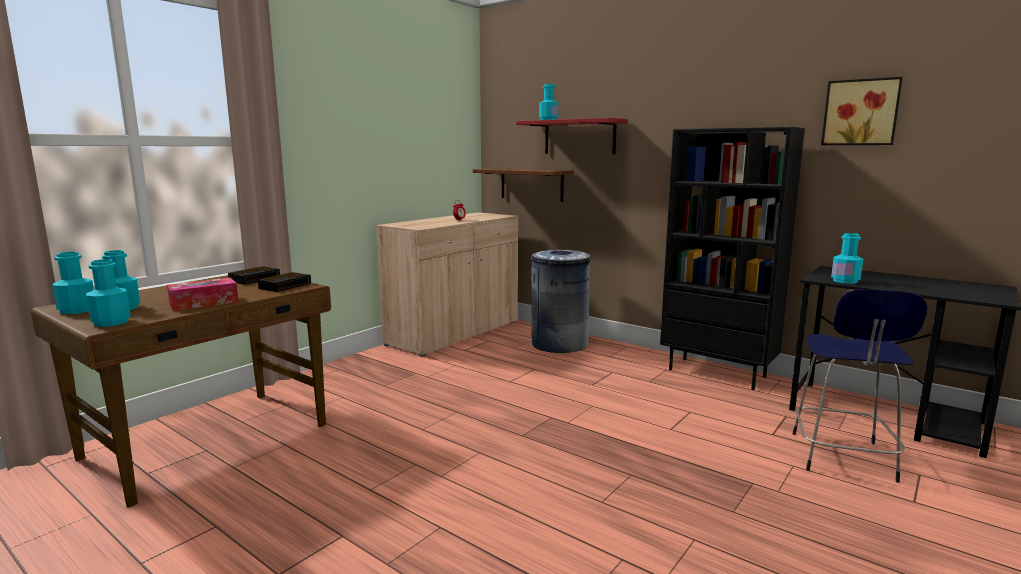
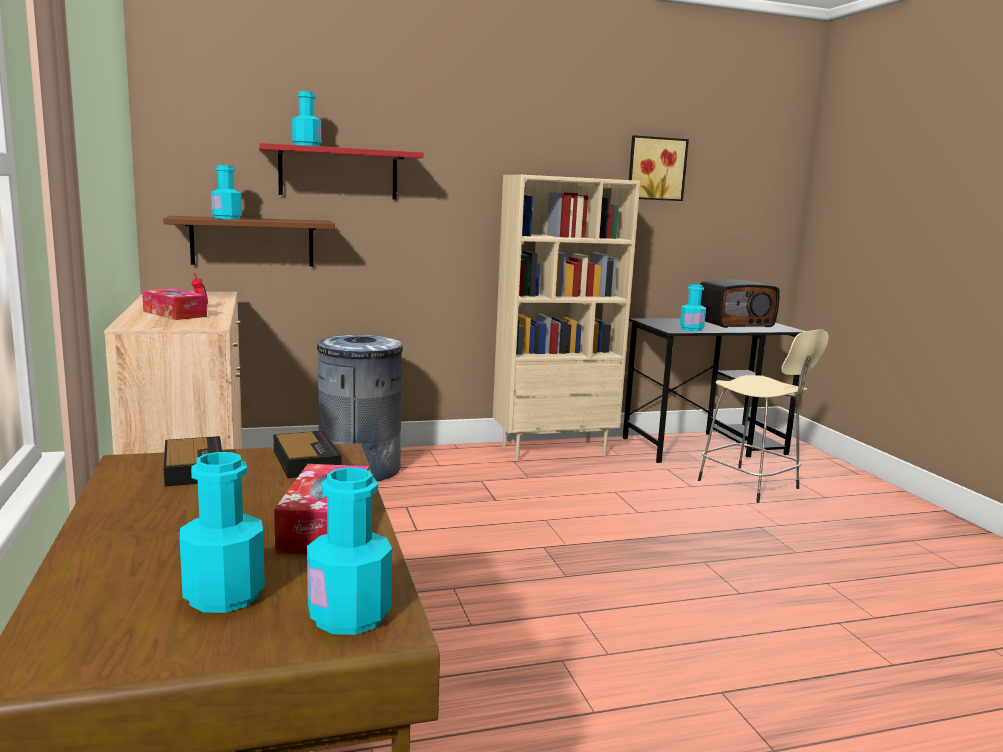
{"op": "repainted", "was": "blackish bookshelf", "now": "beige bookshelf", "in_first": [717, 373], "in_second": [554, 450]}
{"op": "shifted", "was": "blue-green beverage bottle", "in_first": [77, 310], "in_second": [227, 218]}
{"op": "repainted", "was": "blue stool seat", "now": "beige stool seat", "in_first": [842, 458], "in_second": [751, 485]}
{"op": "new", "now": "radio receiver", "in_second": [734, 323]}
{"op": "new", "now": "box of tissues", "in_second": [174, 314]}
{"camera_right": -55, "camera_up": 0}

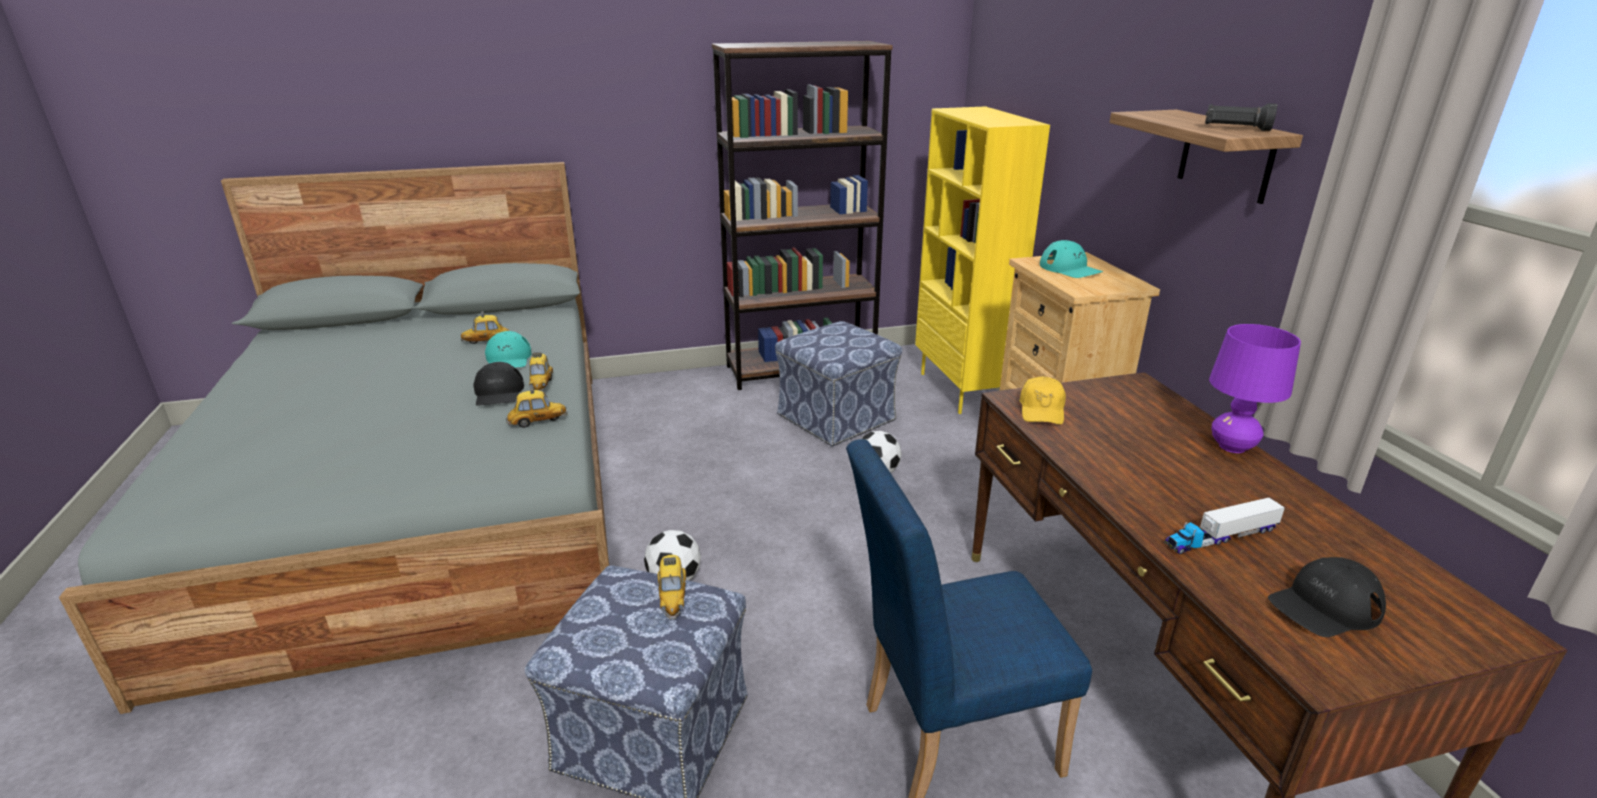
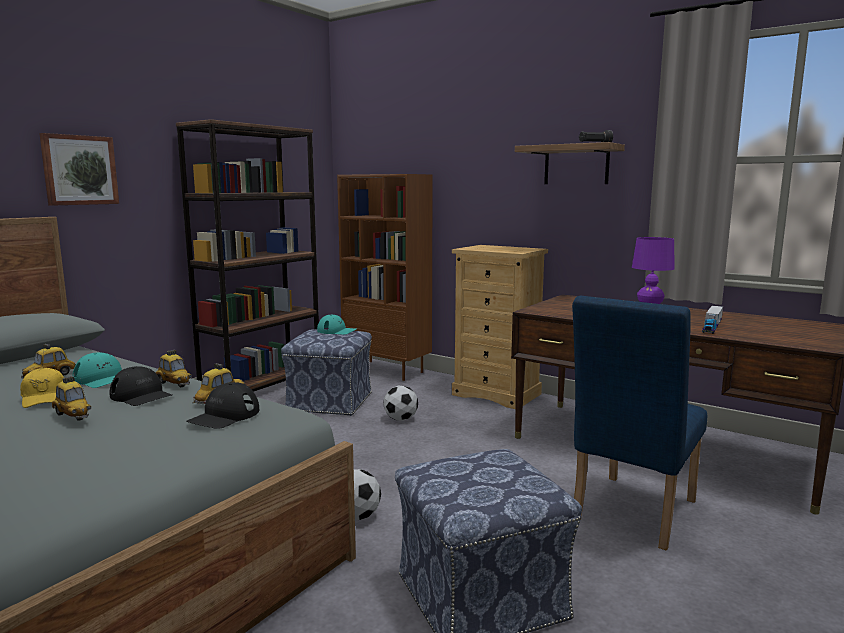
{"op": "repainted", "was": "yellowish bookshelf", "now": "brown-coloured bookshelf", "in_first": [961, 390], "in_second": [387, 370]}
{"op": "shifted", "was": "blue-green baseball cap", "in_first": [1070, 269], "in_second": [337, 331]}
{"op": "shifted", "was": "yellowish baseball cap", "in_first": [1042, 410], "in_second": [45, 398]}
{"op": "shifted", "was": "miniature car", "in_first": [673, 598], "in_second": [73, 416]}
{"op": "shifted", "was": "blackish baseball cap", "in_first": [1324, 606], "in_second": [224, 416]}
{"op": "new", "now": "picture", "in_second": [79, 170]}
{"camera_right": -40, "camera_up": -15}

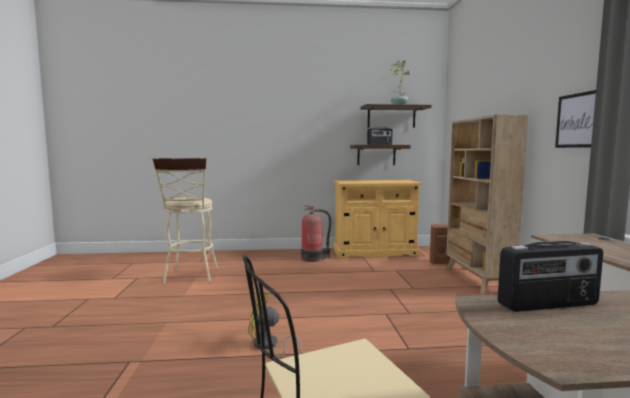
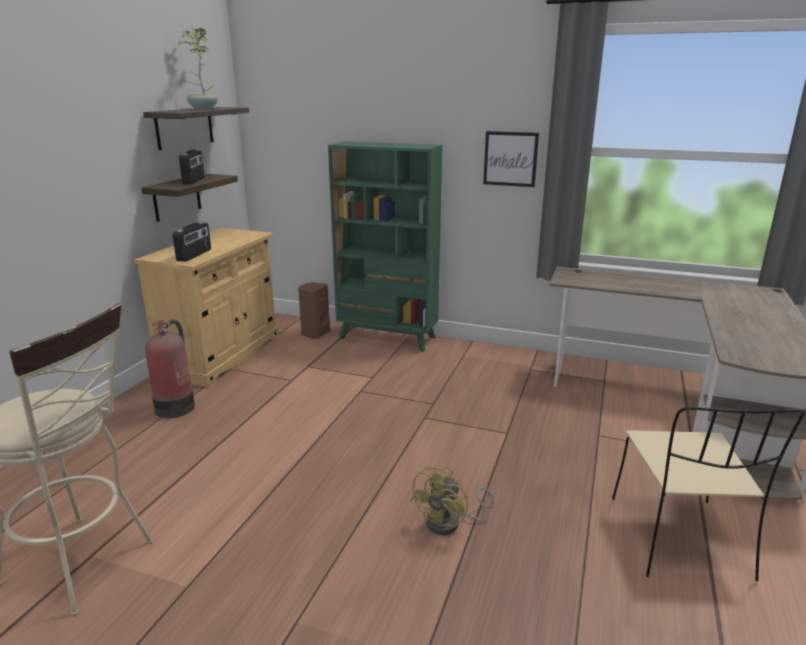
{"op": "repainted", "was": "beige bookshelf", "now": "greenish bookshelf", "in_first": [477, 280], "in_second": [387, 338]}
{"op": "shifted", "was": "radio receiver", "in_first": [548, 305], "in_second": [195, 255]}
{"camera_right": -65, "camera_up": 15}

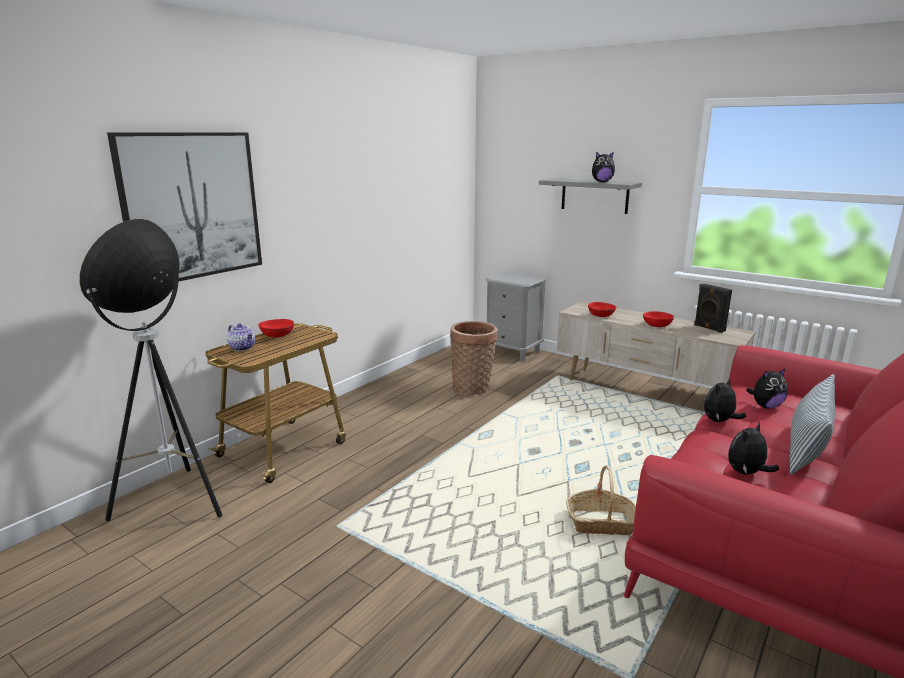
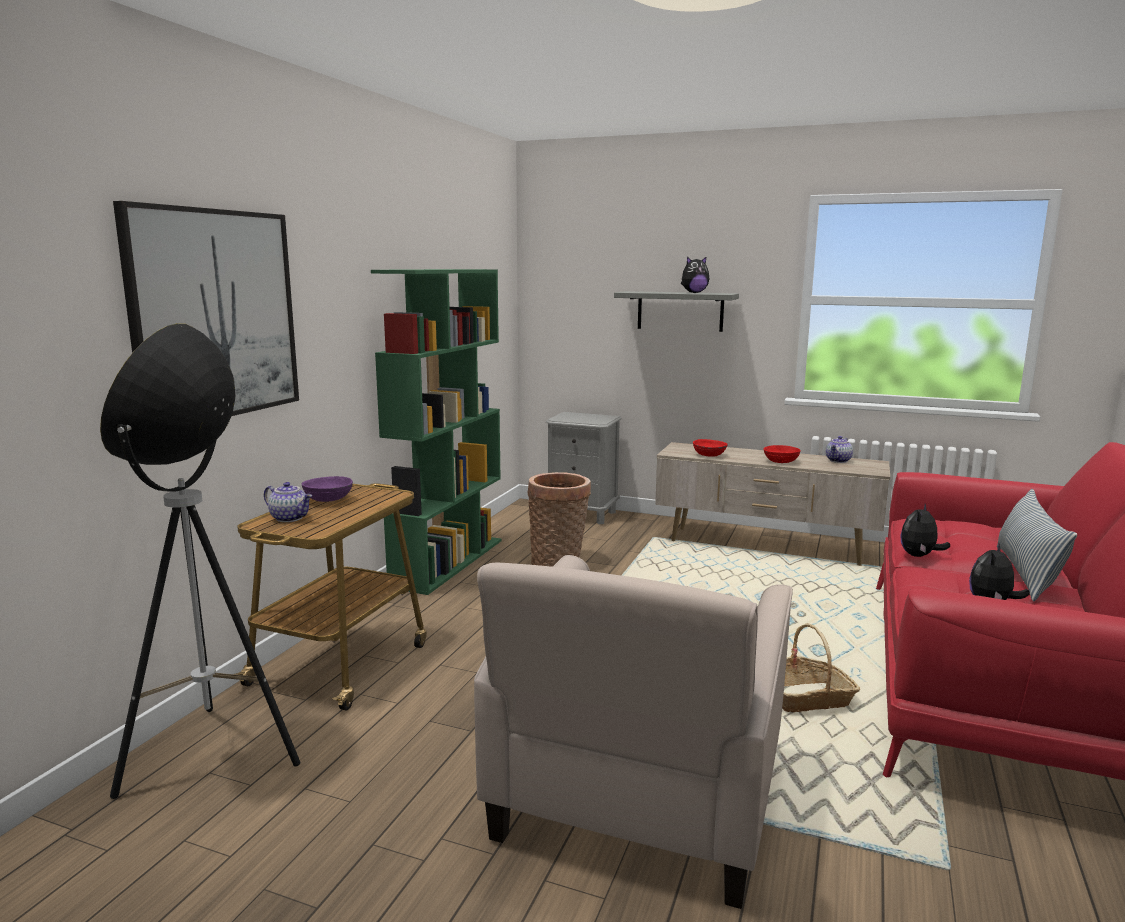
{"op": "swapped", "was": "blackish speaker", "now": "pot for tea", "in_first": [709, 328], "in_second": [838, 461]}
{"op": "repainted", "was": "red-coloured serving bowl", "now": "purple-coloured serving bowl", "in_first": [277, 335], "in_second": [328, 499]}
{"op": "gone", "was": "soft toy", "in_first": [765, 406]}
{"op": "new", "now": "greenish bookshelf", "in_second": [448, 562]}
{"op": "new", "now": "beige easy chair", "in_second": [638, 799]}
{"camera_right": -15, "camera_up": -5}

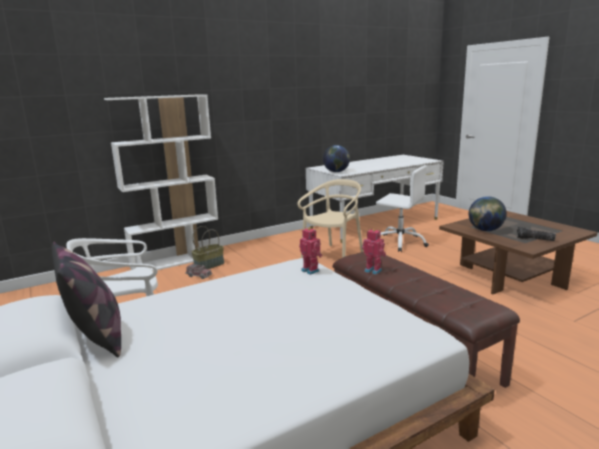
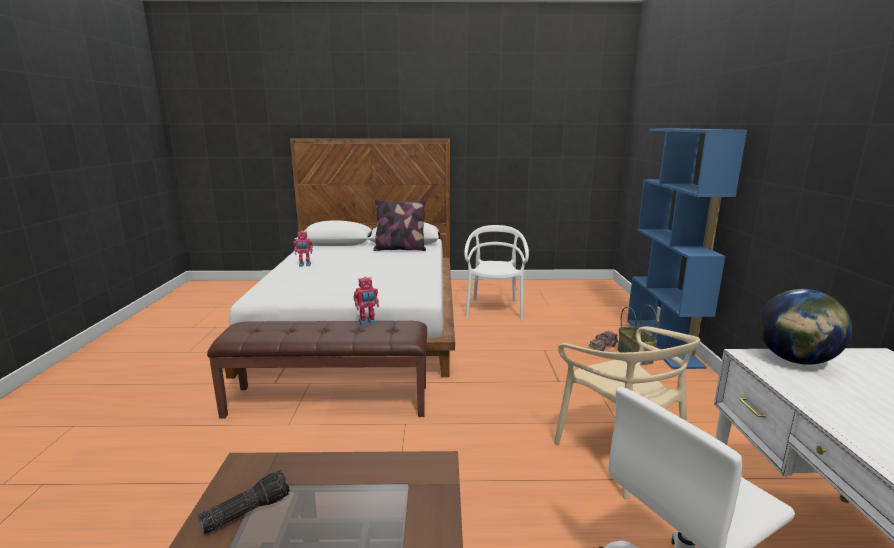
{"op": "repainted", "was": "whitish bookshelf", "now": "blue bookshelf", "in_first": [177, 261], "in_second": [663, 342]}
{"op": "gone", "was": "world globe", "in_first": [485, 230]}
{"op": "shifted", "was": "robot figure", "in_first": [311, 270], "in_second": [304, 265]}
{"camera_right": 120, "camera_up": 0}

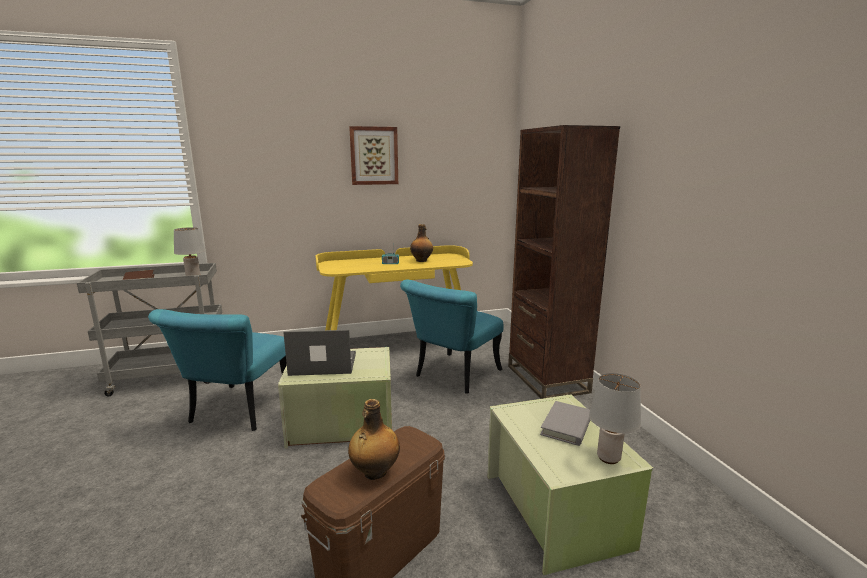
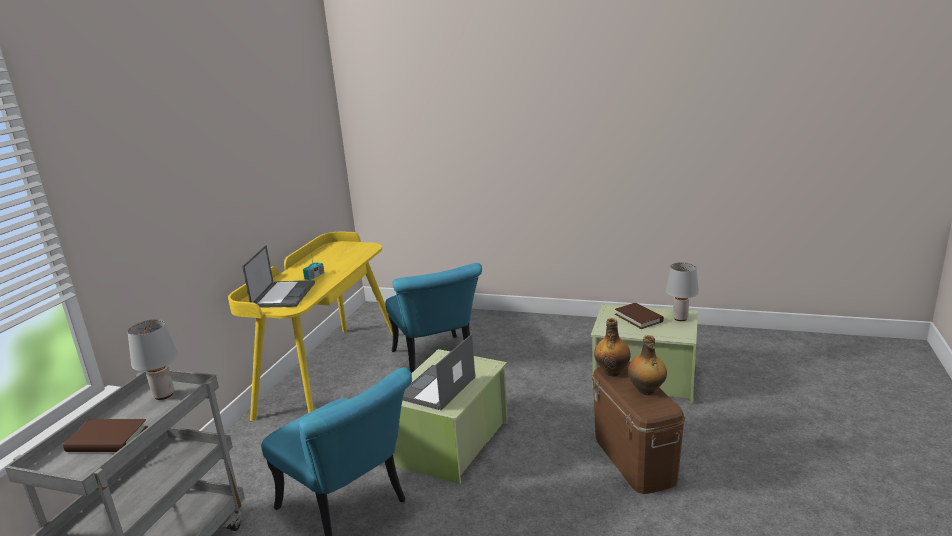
{"op": "gone", "was": "brown-coloured bookshelf", "in_first": [547, 379]}
{"op": "gone", "was": "picture", "in_first": [374, 156]}
{"op": "shifted", "was": "beverage bottle", "in_first": [422, 260], "in_second": [612, 372]}
{"op": "repainted", "was": "greyish book", "now": "brown-coloured book", "in_first": [566, 426], "in_second": [638, 318]}
{"op": "new", "now": "portable computer", "in_second": [283, 294]}
{"camera_right": -55, "camera_up": 5}

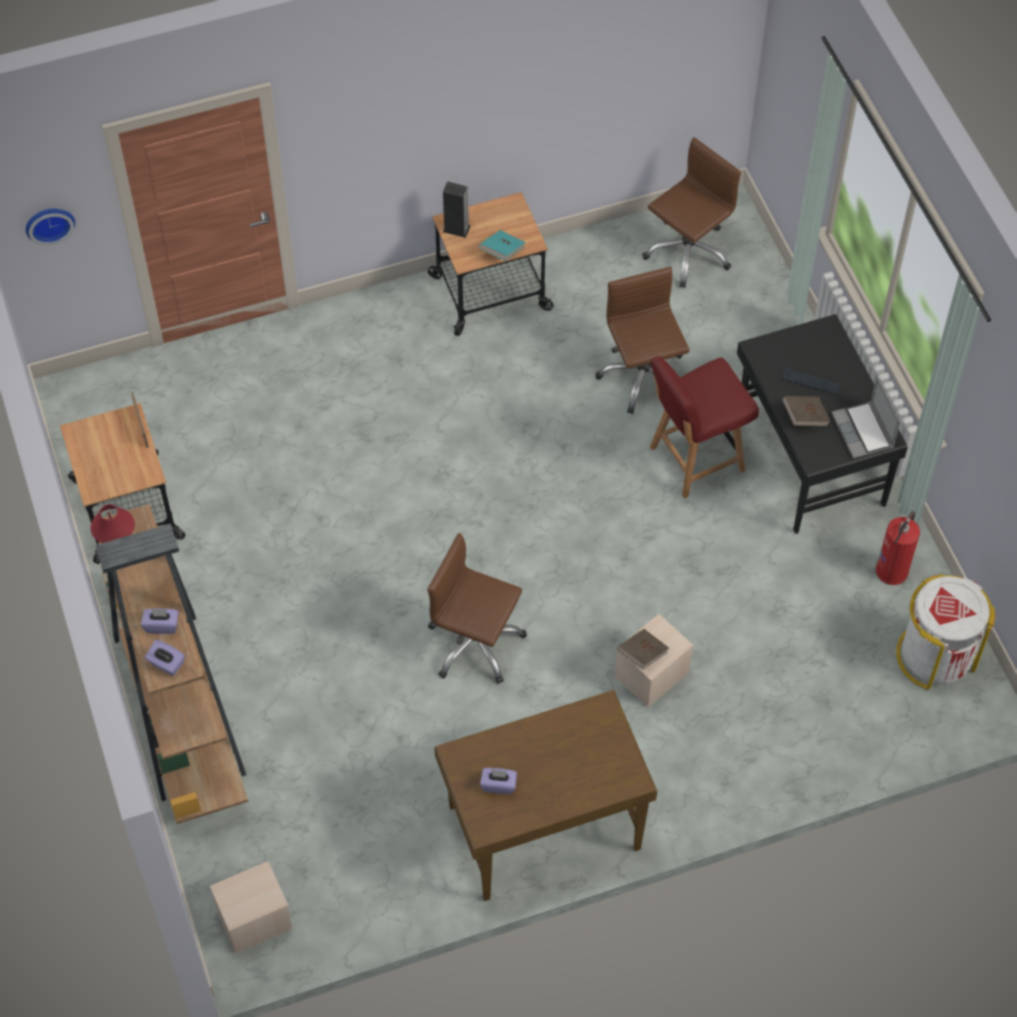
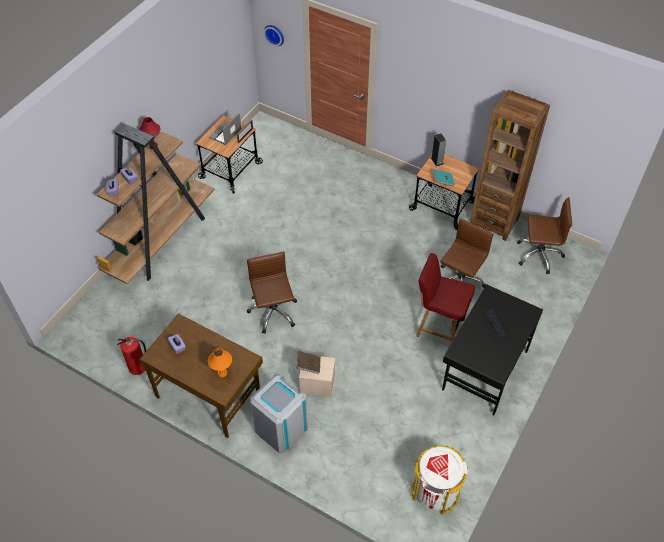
{"op": "shifted", "was": "portable computer", "in_first": [863, 431], "in_second": [225, 134]}
{"op": "gone", "was": "brown-coloured book", "in_first": [804, 417]}
{"op": "shifted", "was": "extinguisher", "in_first": [892, 570], "in_second": [138, 367]}
{"op": "gone", "was": "beige storage bin", "in_first": [254, 920]}
{"op": "new", "now": "brown-coloured bookshelf", "in_second": [494, 222]}
{"op": "new", "now": "orange-coloured table lamp", "in_second": [222, 373]}
{"op": "new", "now": "greyish trash can", "in_second": [281, 428]}
{"camera_right": 50, "camera_up": -5}

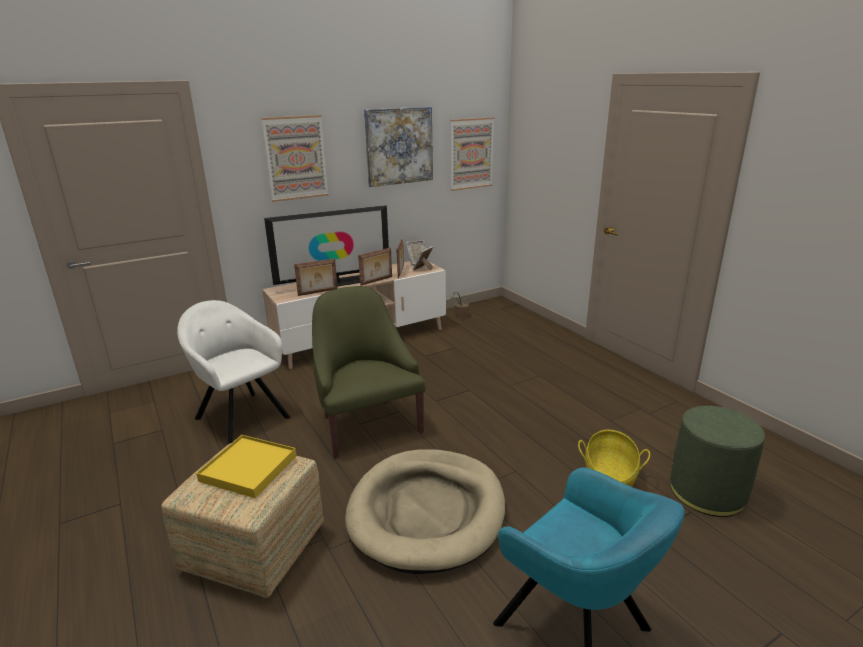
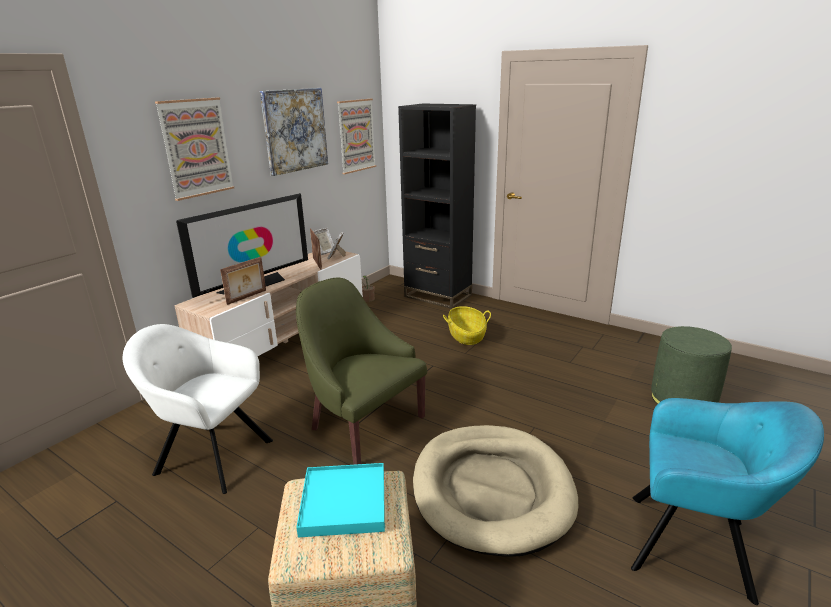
{"op": "gone", "was": "picture frame", "in_first": [377, 281]}
{"op": "shifted", "was": "household basket", "in_first": [609, 476], "in_second": [466, 336]}
{"op": "repainted", "was": "yellowish serving tray", "now": "blue-green serving tray", "in_first": [248, 468], "in_second": [343, 502]}
{"op": "new", "now": "blackish bookshelf", "in_second": [438, 296]}
{"camera_right": -25, "camera_up": 0}

